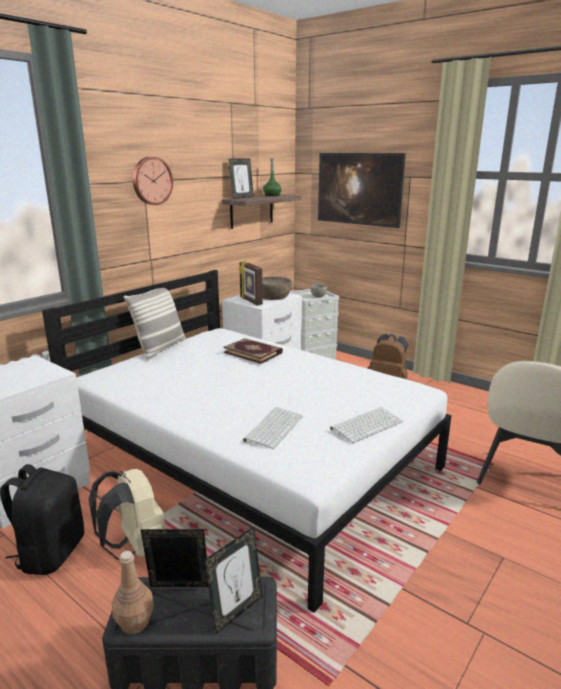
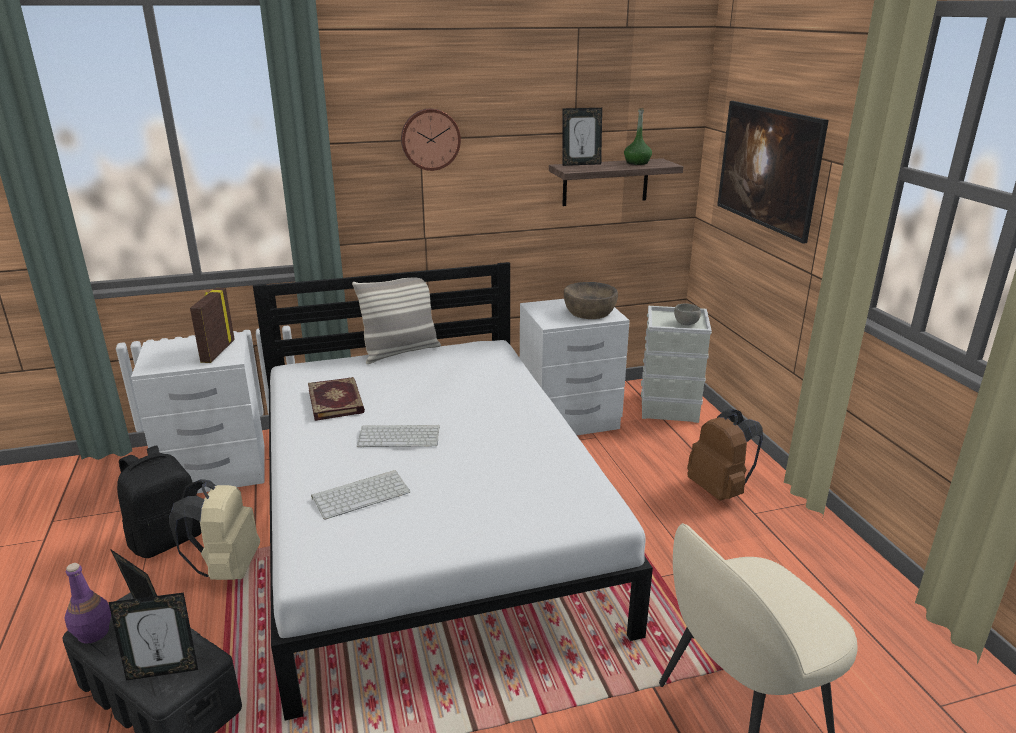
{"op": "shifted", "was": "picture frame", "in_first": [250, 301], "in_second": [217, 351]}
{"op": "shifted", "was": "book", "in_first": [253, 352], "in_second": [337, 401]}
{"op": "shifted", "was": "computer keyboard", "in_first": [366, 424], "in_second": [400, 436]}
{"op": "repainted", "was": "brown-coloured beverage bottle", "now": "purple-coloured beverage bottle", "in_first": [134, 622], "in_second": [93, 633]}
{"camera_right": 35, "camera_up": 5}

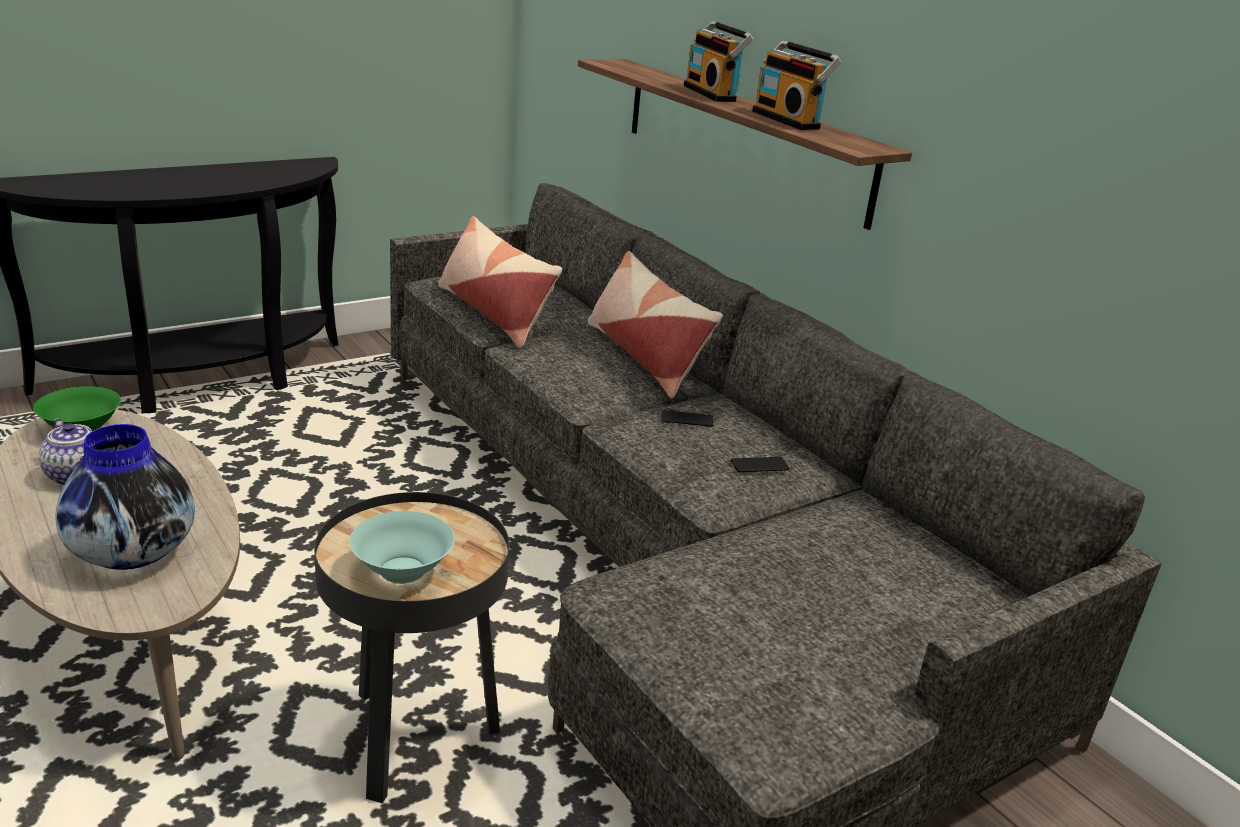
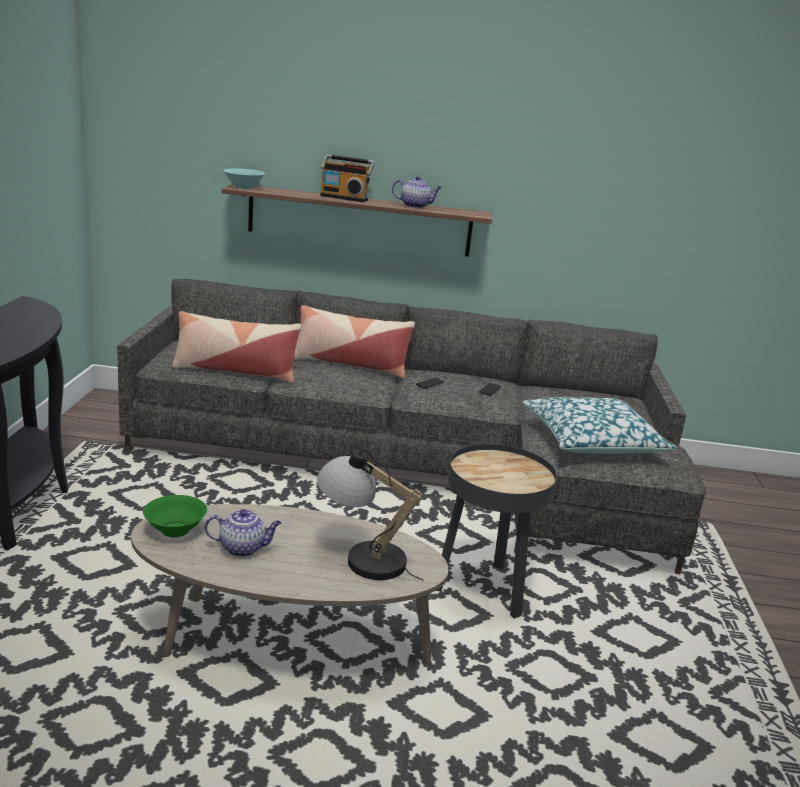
{"op": "swapped", "was": "radio receiver", "now": "pot for tea", "in_first": [789, 120], "in_second": [415, 206]}
{"op": "swapped", "was": "vase", "now": "table lamp", "in_first": [132, 553], "in_second": [361, 557]}
{"op": "shifted", "was": "blue-green serving bowl", "in_first": [403, 570], "in_second": [244, 187]}
{"op": "new", "now": "throw pillow", "in_second": [592, 441]}
{"camera_right": -50, "camera_up": -5}

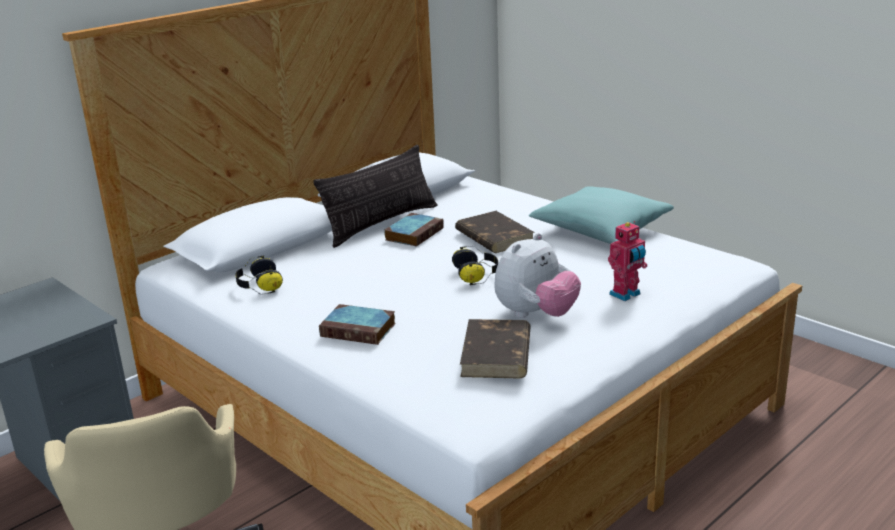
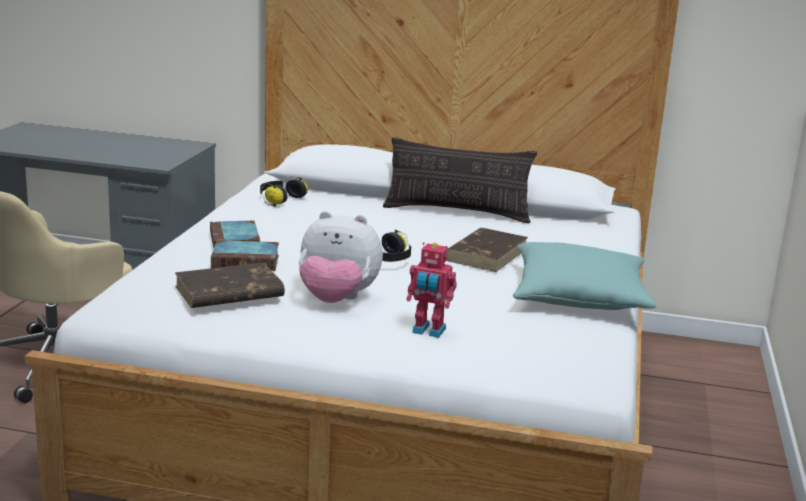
{"op": "shifted", "was": "book", "in_first": [414, 233], "in_second": [247, 261]}
{"camera_right": 55, "camera_up": -5}

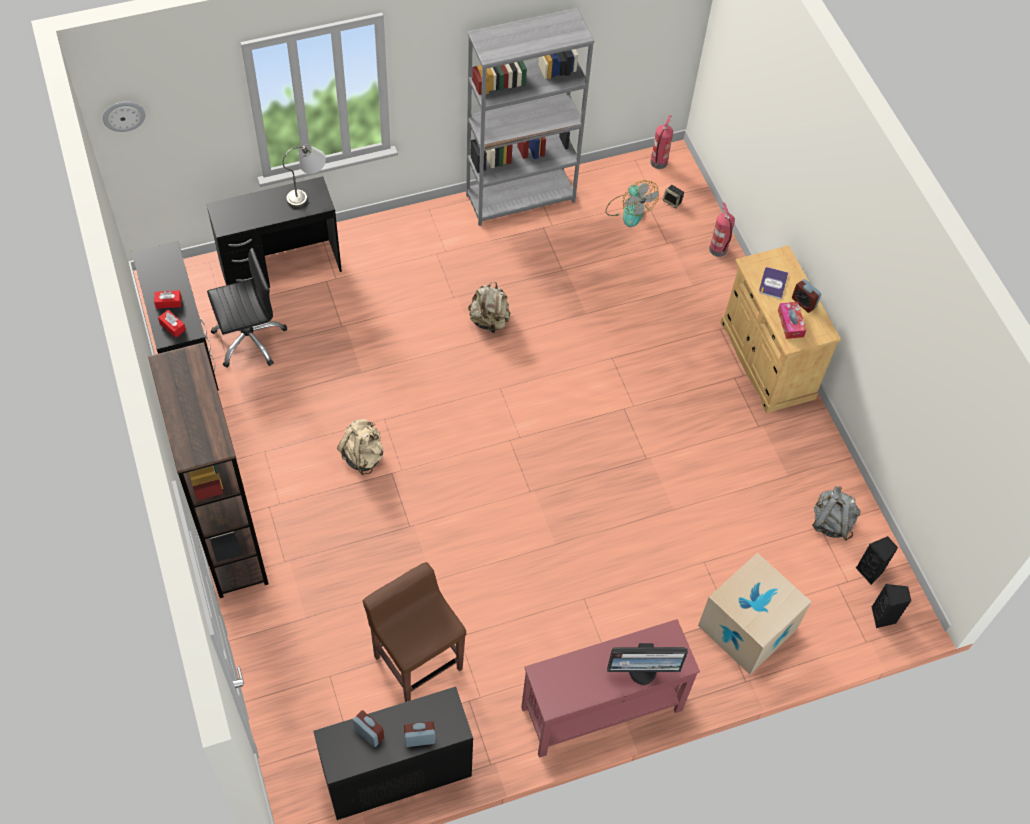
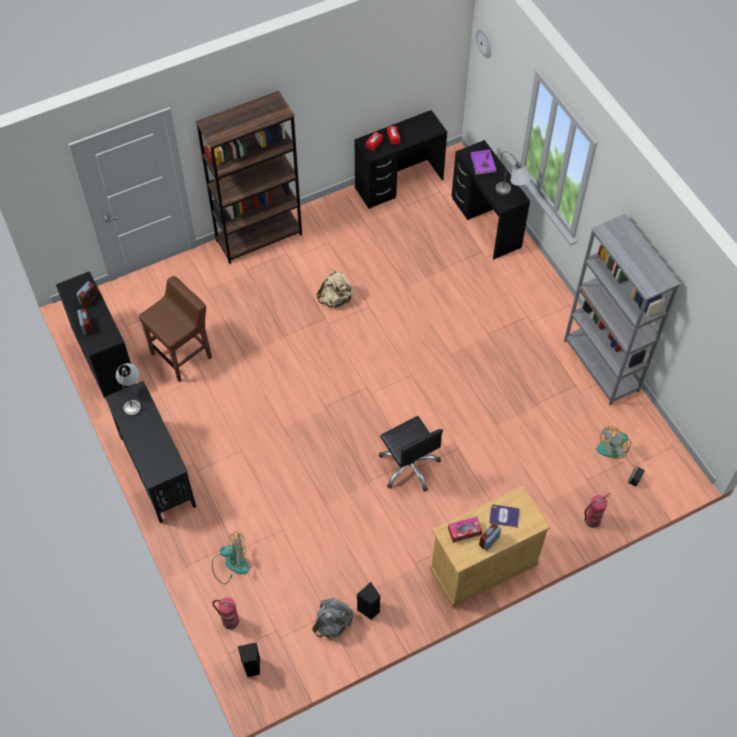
{"op": "shifted", "was": "extinguisher", "in_first": [658, 163], "in_second": [229, 621]}
{"op": "shifted", "was": "blackish desk chair", "in_first": [249, 339], "in_second": [409, 466]}
{"op": "gone", "was": "beige backpack", "in_first": [489, 321]}
{"op": "shifted", "was": "blackish speaker", "in_first": [870, 571], "in_second": [369, 610]}
{"op": "swapped", "was": "packing box", "now": "fan", "in_first": [747, 628], "in_second": [230, 564]}
{"op": "repainted", "was": "red-coloured console table", "now": "blackish console table", "in_first": [600, 709], "in_second": [157, 470]}
{"op": "gone", "was": "monitor", "in_first": [643, 670]}
{"op": "new", "now": "purple-coloured book", "in_second": [482, 163]}
{"op": "new", "now": "greyish table lamp", "in_second": [133, 398]}
{"camera_right": 85, "camera_up": 0}

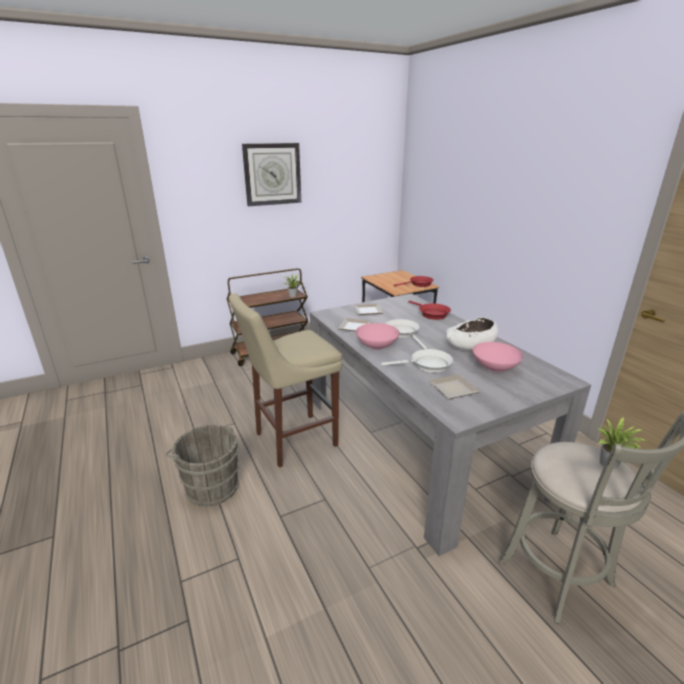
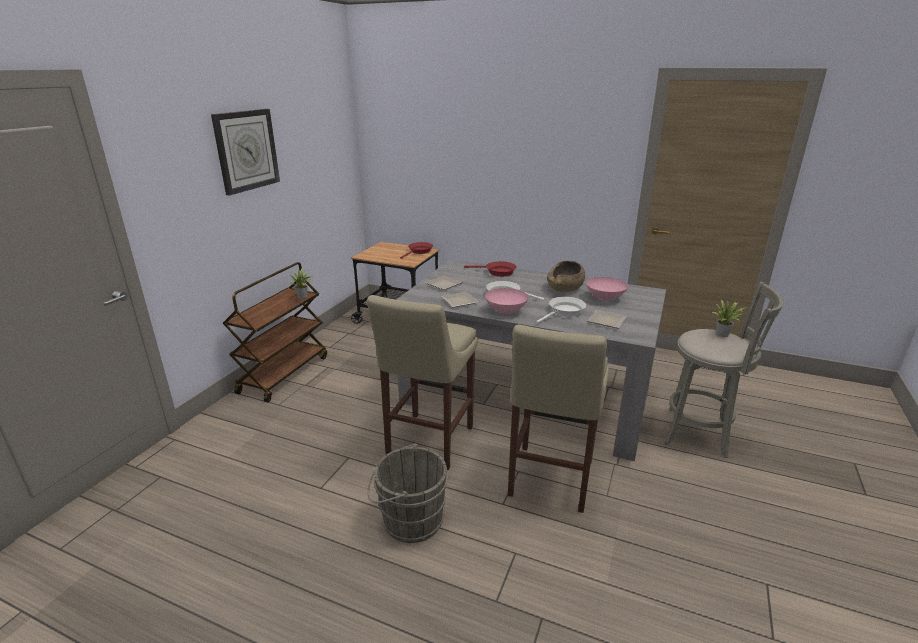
{"op": "repainted", "was": "whitish serving bowl", "now": "brown-coloured serving bowl", "in_first": [470, 346], "in_second": [565, 288]}
{"op": "new", "now": "beige stool seat", "in_second": [549, 481]}
{"camera_right": -40, "camera_up": 0}

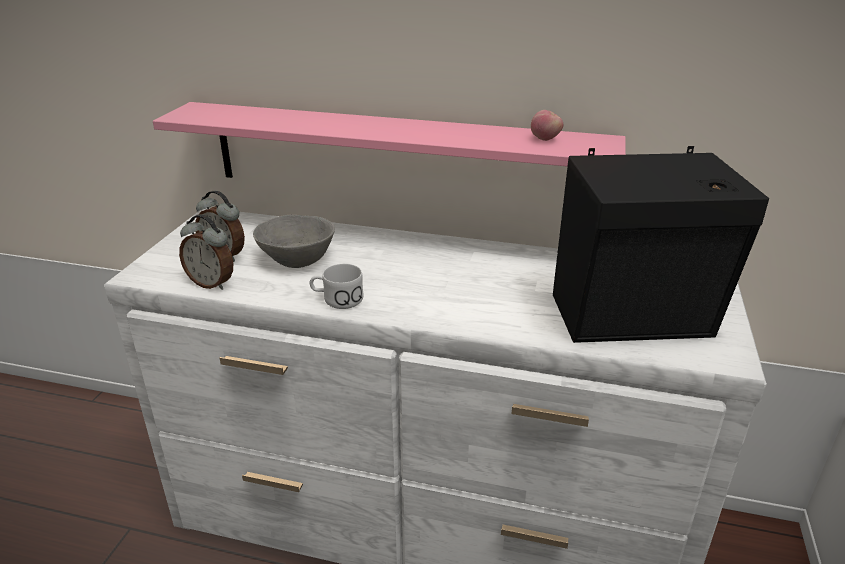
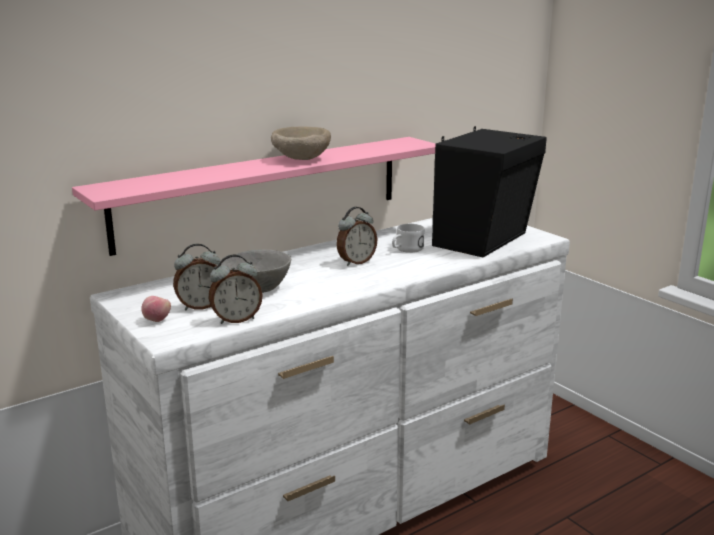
{"op": "shifted", "was": "whole apple", "in_first": [545, 139], "in_second": [157, 320]}
{"op": "shifted", "was": "whitish mug", "in_first": [336, 299], "in_second": [406, 250]}
{"op": "new", "now": "beige serving bowl", "in_second": [300, 159]}
{"op": "new", "now": "bedside clock", "in_second": [356, 262]}
{"camera_right": -50, "camera_up": -10}

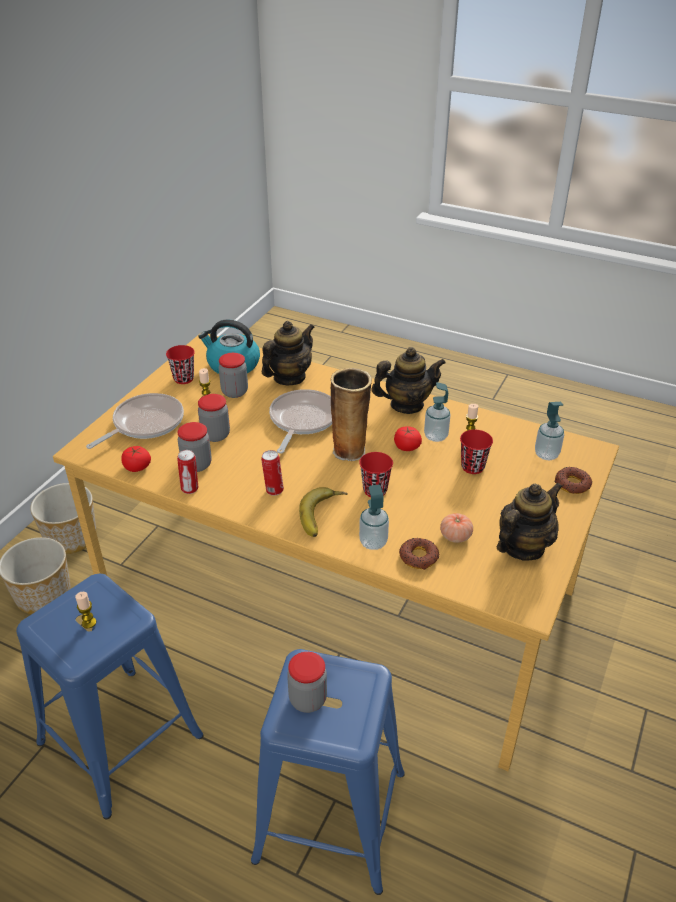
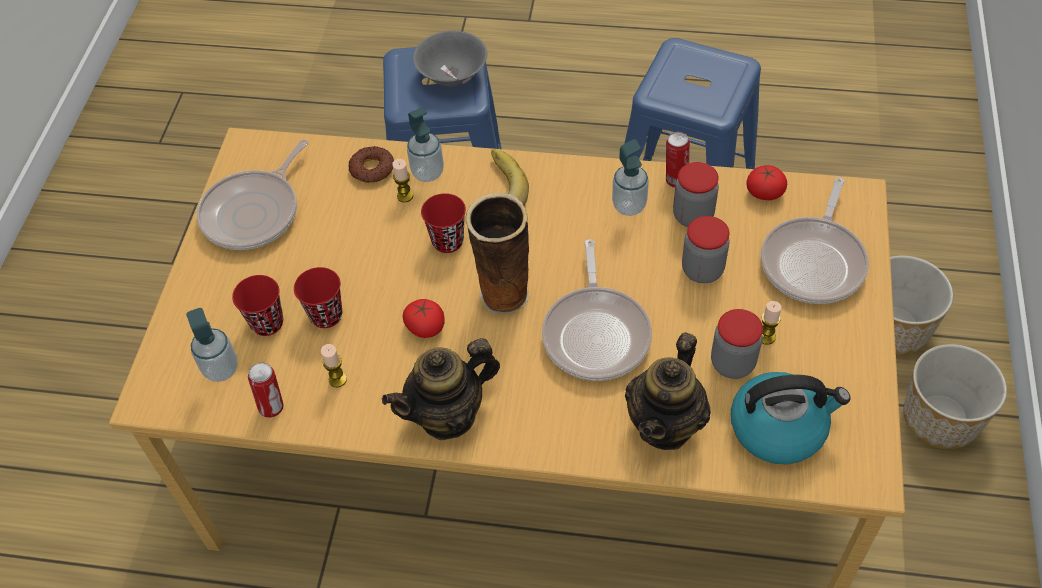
{"op": "shifted", "was": "red-coloured cup", "in_first": [183, 378], "in_second": [267, 323]}
{"op": "shifted", "was": "soap dispenser", "in_first": [435, 436], "in_second": [629, 205]}
{"op": "shifted", "was": "can", "in_first": [273, 490], "in_second": [273, 407]}
{"op": "gone", "was": "doughnut", "in_first": [572, 484]}
{"op": "swapped", "was": "pot for tea", "now": "frying pan", "in_first": [523, 547], "in_second": [254, 212]}
{"op": "gone", "was": "tomato", "in_first": [455, 536]}
{"op": "shifted", "was": "wax light", "in_first": [89, 623], "in_second": [405, 196]}
{"op": "swapped", "was": "jar", "now": "greyish serving bowl", "in_first": [308, 699], "in_second": [452, 75]}
{"camera_right": 165, "camera_up": 15}

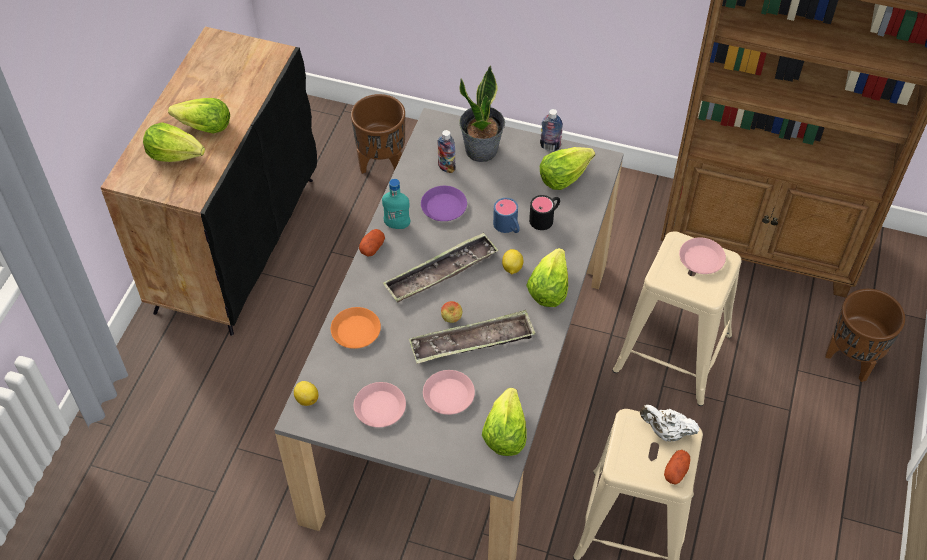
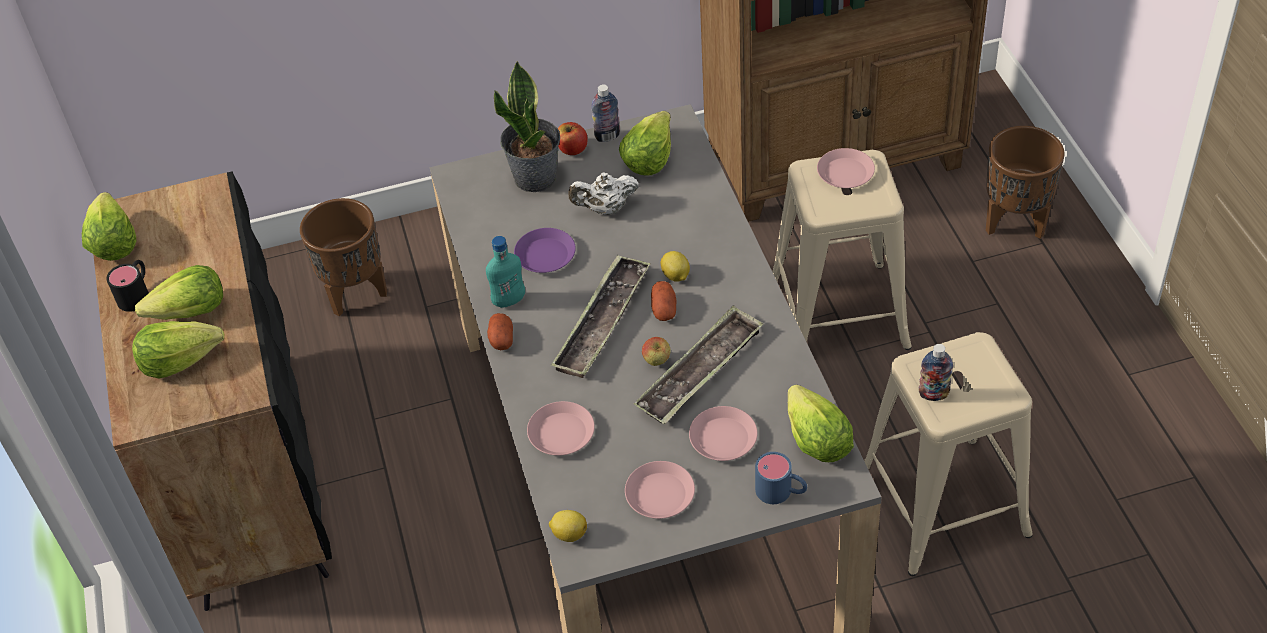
{"op": "shifted", "was": "beverage bottle", "in_first": [446, 167], "in_second": [933, 394]}
{"op": "shifted", "was": "blackish mug", "in_first": [545, 218], "in_second": [137, 293]}
{"op": "shifted", "was": "blue mug", "in_first": [508, 227], "in_second": [781, 492]}
{"op": "shifted", "was": "head of lettuce", "in_first": [548, 288], "in_second": [112, 242]}
{"op": "repainted", "was": "orange-coloured plate", "now": "pink-coloured plate", "in_first": [356, 331], "in_second": [561, 433]}
{"op": "shifted", "was": "whitish pot for tea", "in_first": [666, 432], "in_second": [605, 209]}
{"op": "shifted", "was": "potato", "in_first": [676, 471], "in_second": [664, 309]}
{"op": "new", "now": "whole apple", "in_second": [572, 149]}
{"camera_right": -30, "camera_up": -5}

